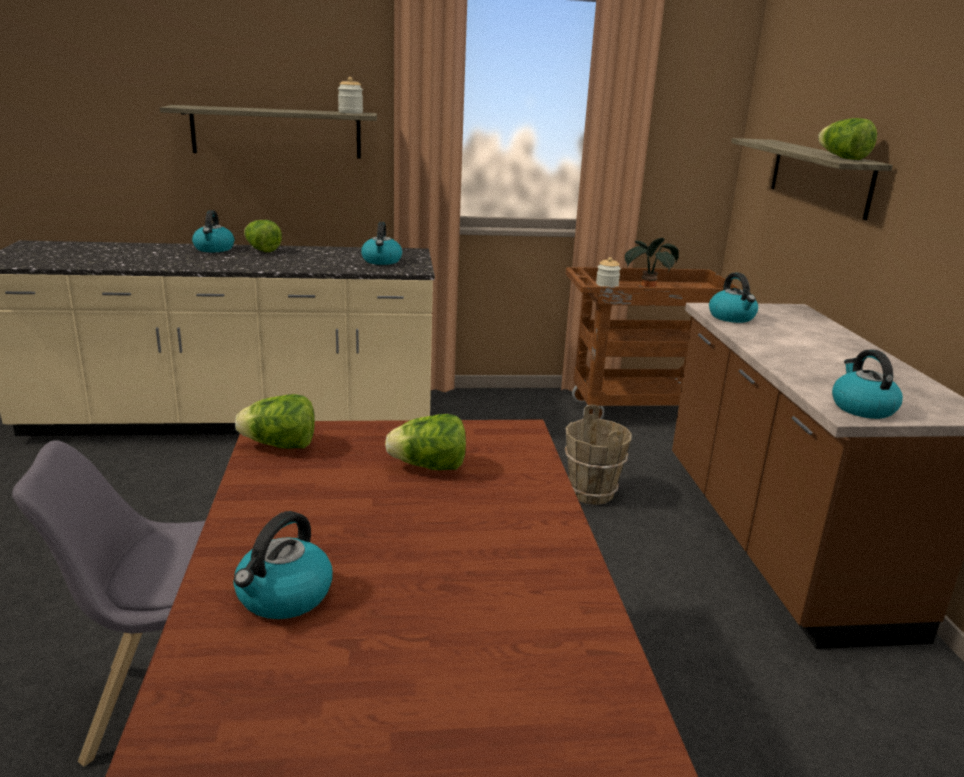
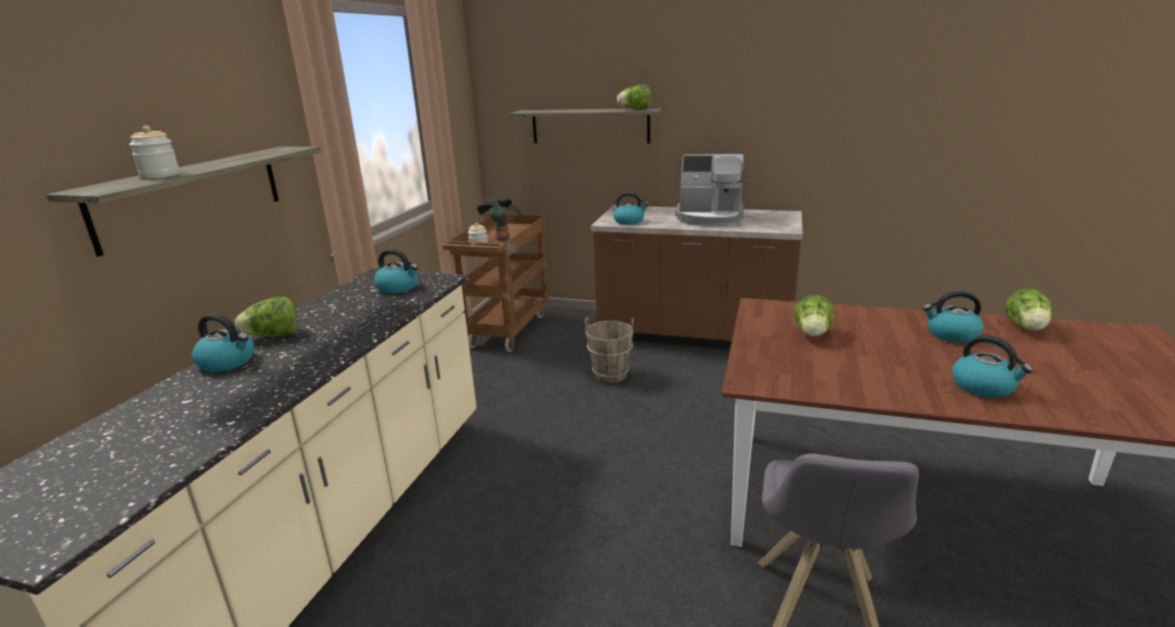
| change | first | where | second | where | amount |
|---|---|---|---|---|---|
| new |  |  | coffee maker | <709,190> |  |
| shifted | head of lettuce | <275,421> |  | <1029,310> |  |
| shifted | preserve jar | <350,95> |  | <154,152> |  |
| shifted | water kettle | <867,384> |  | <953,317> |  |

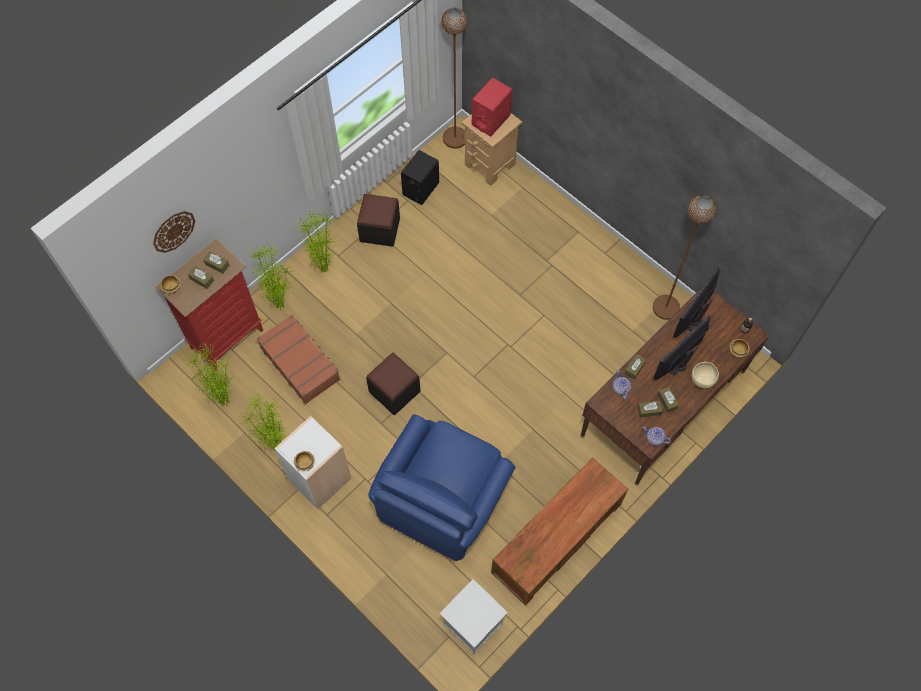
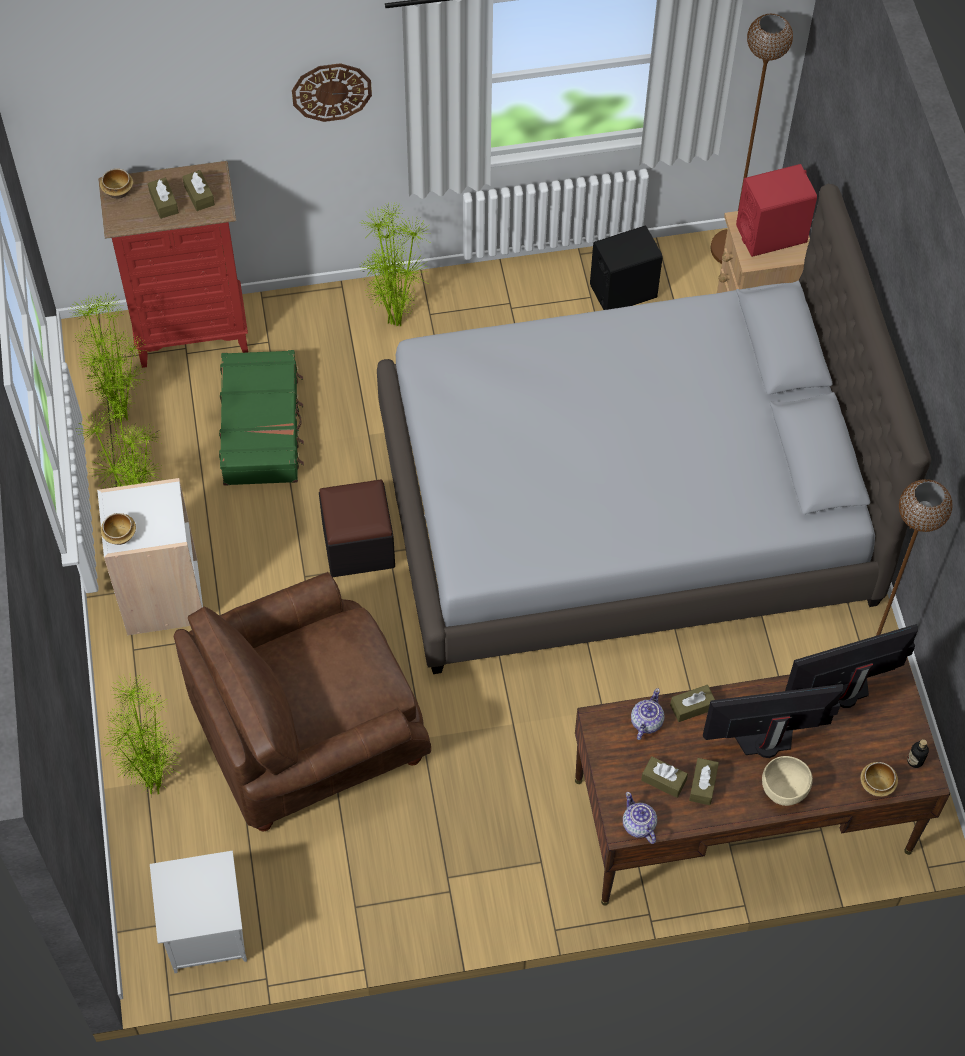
| change | first | where | second | where | amount |
|---|---|---|---|---|---|
| gone | black pouffe | <378,220> |  |  |  |
| gone | brown long seat | <559,531> |  |  |  |
| new |  |  | grey bed | <654,429> |  |
| shifted | hanging clock | <174,232> |  | <332,92> |  |
| shifted | plant in a pot | <270,276> |  | <141,735> |  |
| repainted | brown suitcase | <299,359> | green-coloured suitcase | <261,418> |  |
| repainted | blue-coloured armchair | <442,487> | brown armchair | <302,701> |  |

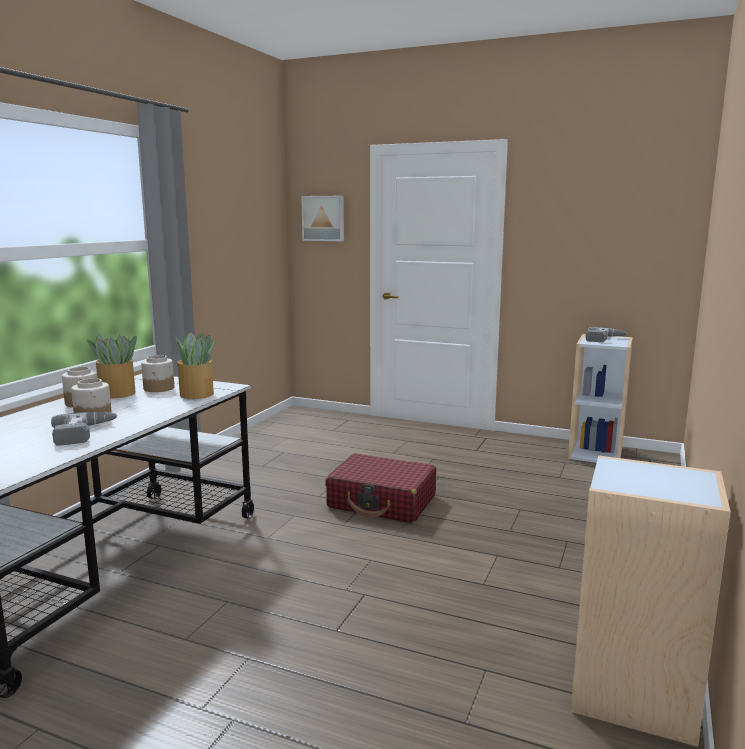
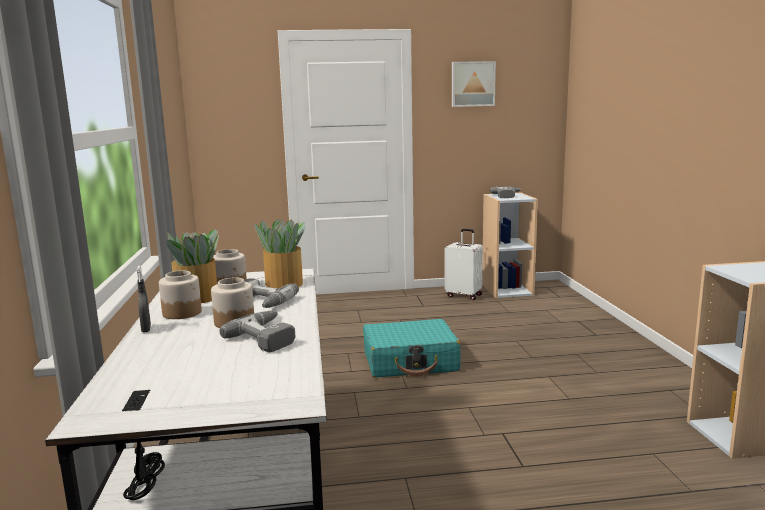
| change | first | where | second | where | amount |
|---|---|---|---|---|---|
| new |  |  | grey spray bottle | <143,299> |  |
| new |  |  | electric drill | <271,293> |  |
| new |  |  | white-coloured suitcase | <464,264> |  |
| shifted | picture | <322,218> |  | <474,84> |  |
| repainted | reddish suitcase | <380,488> | turquoise-coloured suitcase | <412,348> |  |

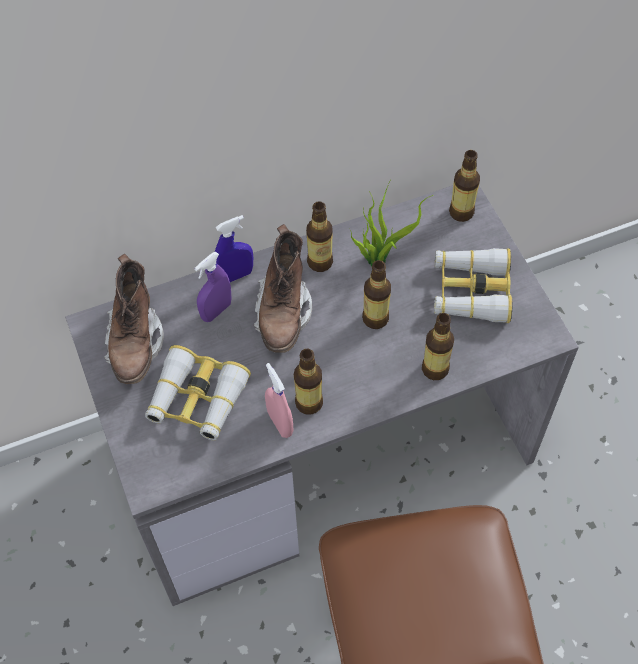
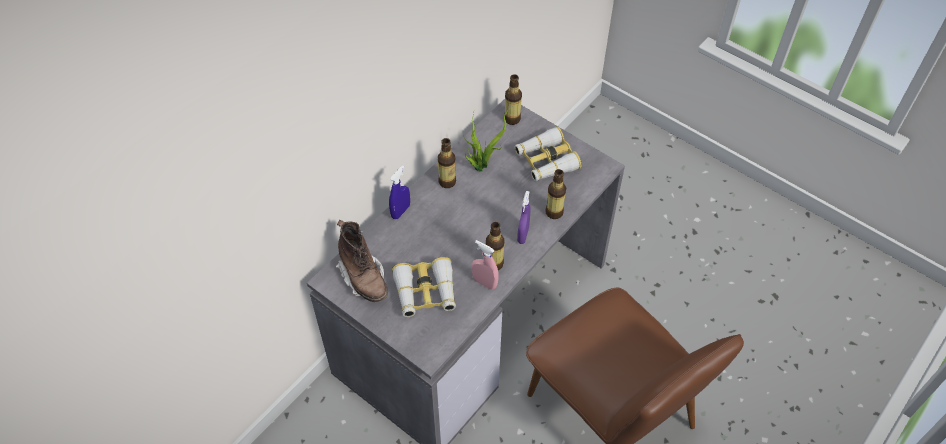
| change | first | where | second | where | amount |
|---|---|---|---|---|---|
| gone | brown high-top boot | <283,288> |  |  |  |
| gone | beverage bottle | <376,294> |  |  |  |
| shifted | purplish spray bottle | <212,287> |  | <523,217> |  |

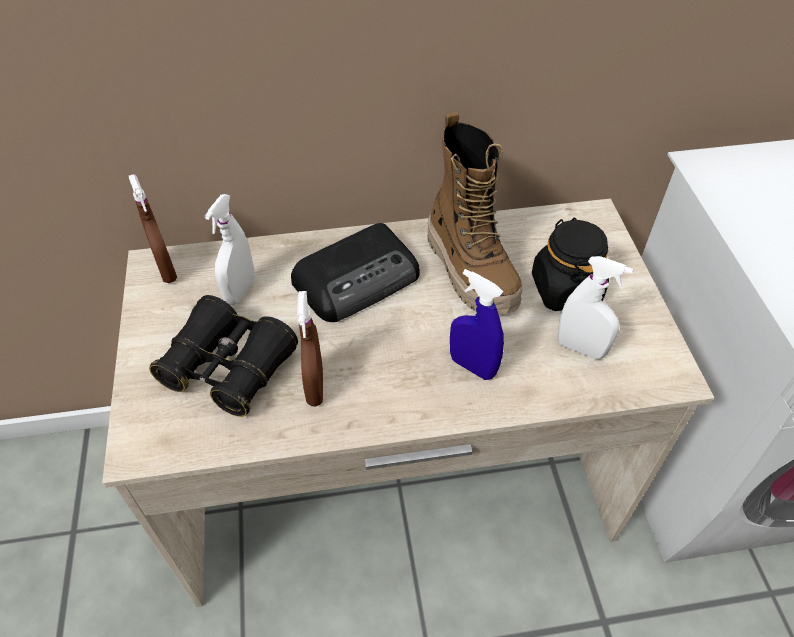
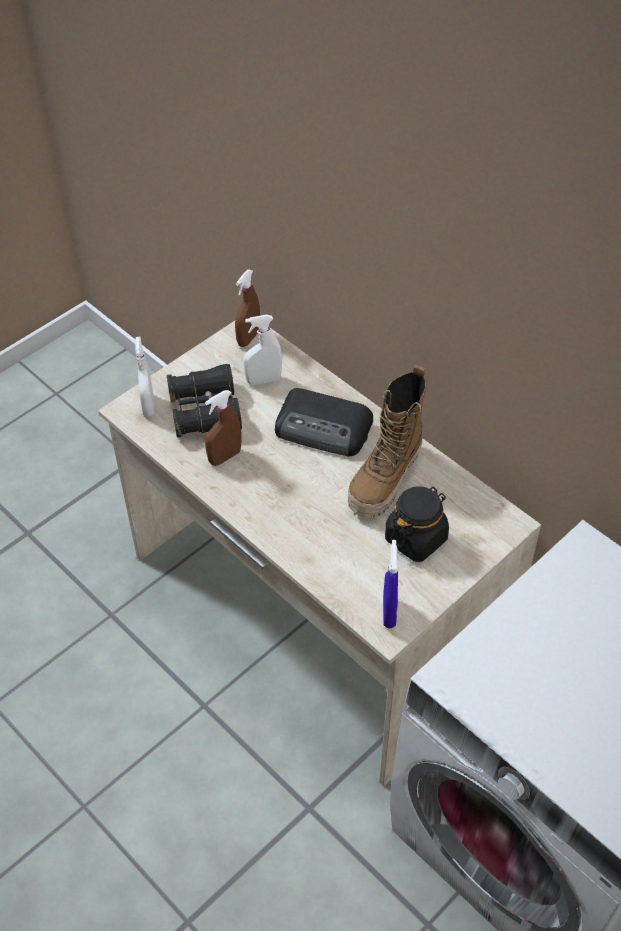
| change | first | where | second | where | amount |
|---|---|---|---|---|---|
| shifted | blue-coloured spray bottle | <477,324> |  | <390,584> |  |
| shifted | white-coloured spray bottle | <595,308> |  | <144,377> |  |

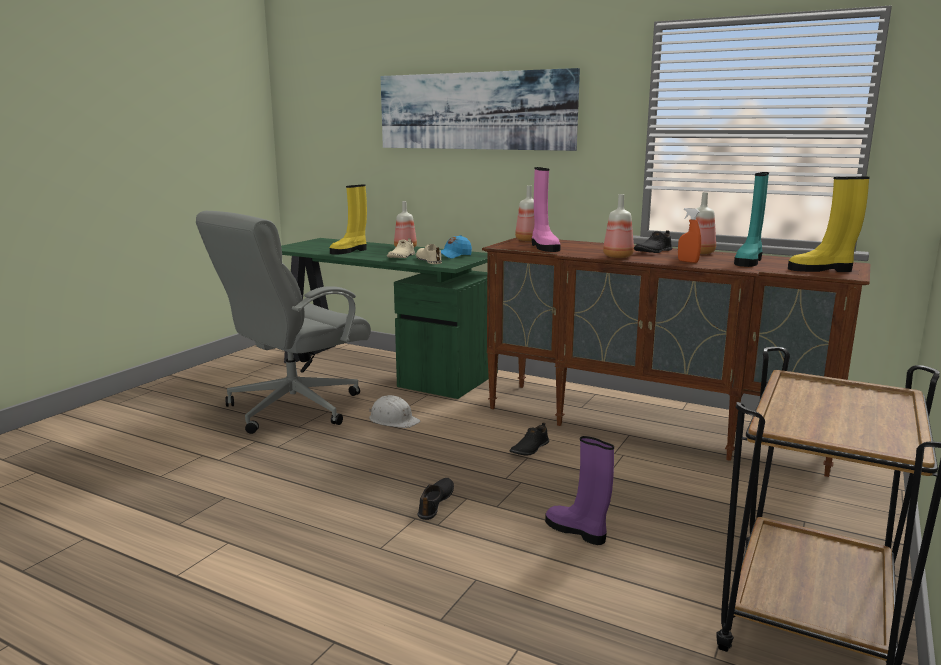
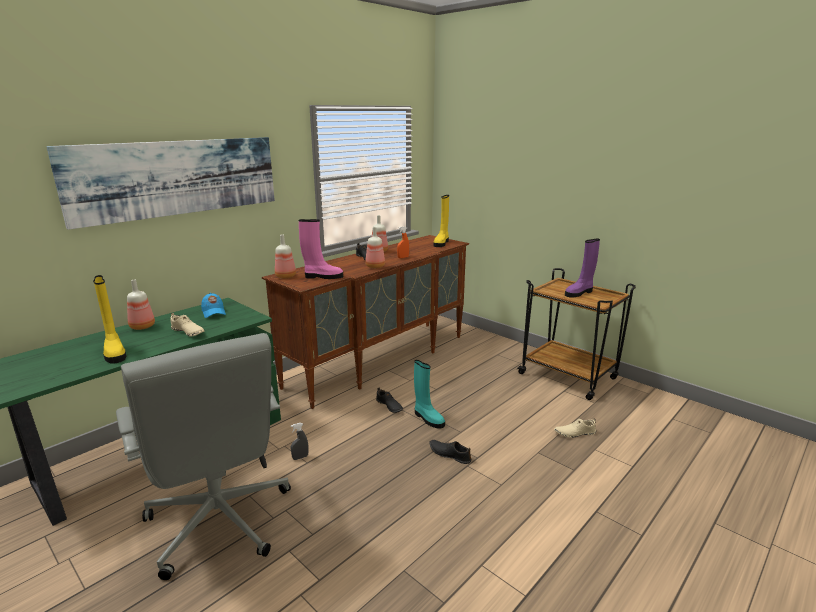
| change | first | where | second | where | amount |
|---|---|---|---|---|---|
| shifted | beige-coloured low shoe | <429,254> |  | <575,428> |  |
| shifted | purplish high-top boot | <579,490> |  | <582,268> |  |
| shifted | turquoise-coloured high-top boot | <751,219> |  | <429,394> |  |
| swapped | white-coloured hard hat | <394,411> | grey spray bottle | <300,441> |  |

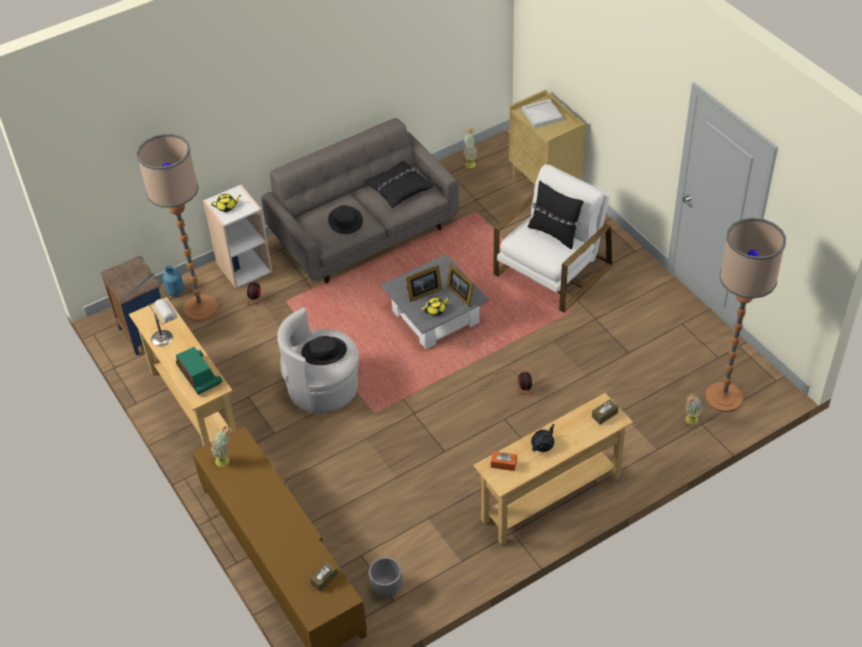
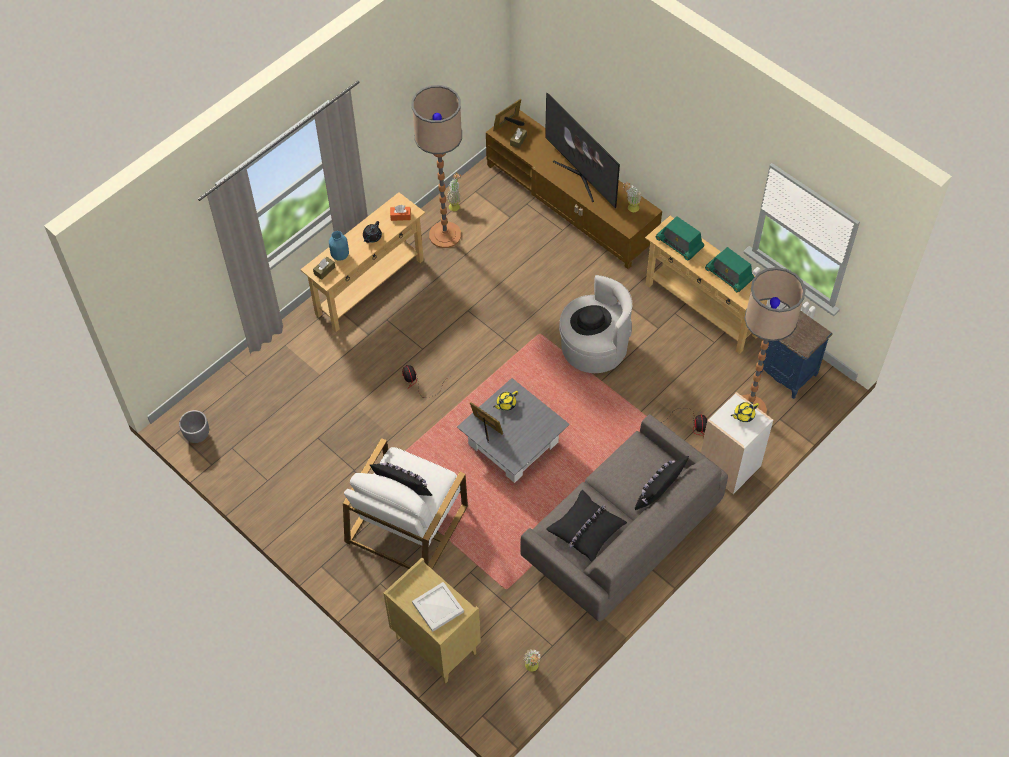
| change | first | where | second | where | amount |
|---|---|---|---|---|---|
| gone | black hat | <345,219> |  |  |  |
| new |  |  | television | <582,150> |  |
| new |  |  | black throw pillow | <662,483> |  |
| shifted | blue-coloured decorative vase | <173,280> |  | <339,246> |  |
| shifted | grey flower pot | <385,577> |  | <194,426> |  |
| shifted | photo frame | <424,283> |  | <509,115> |  |
| shifted | plant in a pot | <694,409> |  | <454,191> |  |
| shifted | floor lamp | <745,315> |  | <437,166> |  |
| swapped | white-coloured tabletop lamp | <163,322> | radio receiver | <729,269> |  |

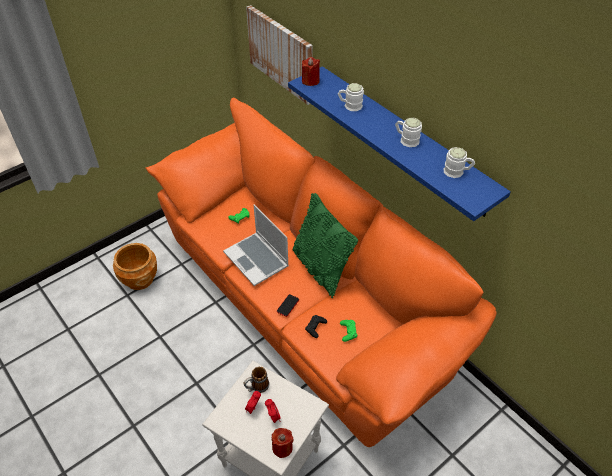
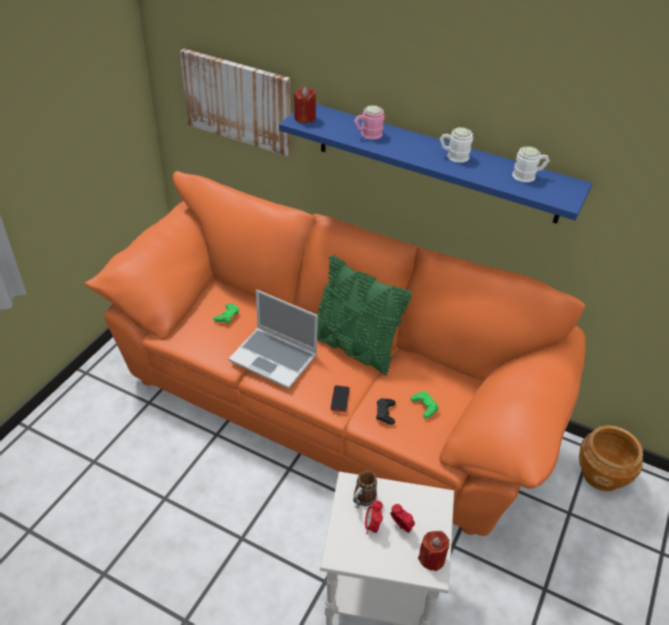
| change | first | where | second | where | amount |
|---|---|---|---|---|---|
| shifted | brown flower pot | <135,266> |  | <611,458> |  |
| repainted | white-coloured mug | <351,97> | pink mug | <369,122> |  |

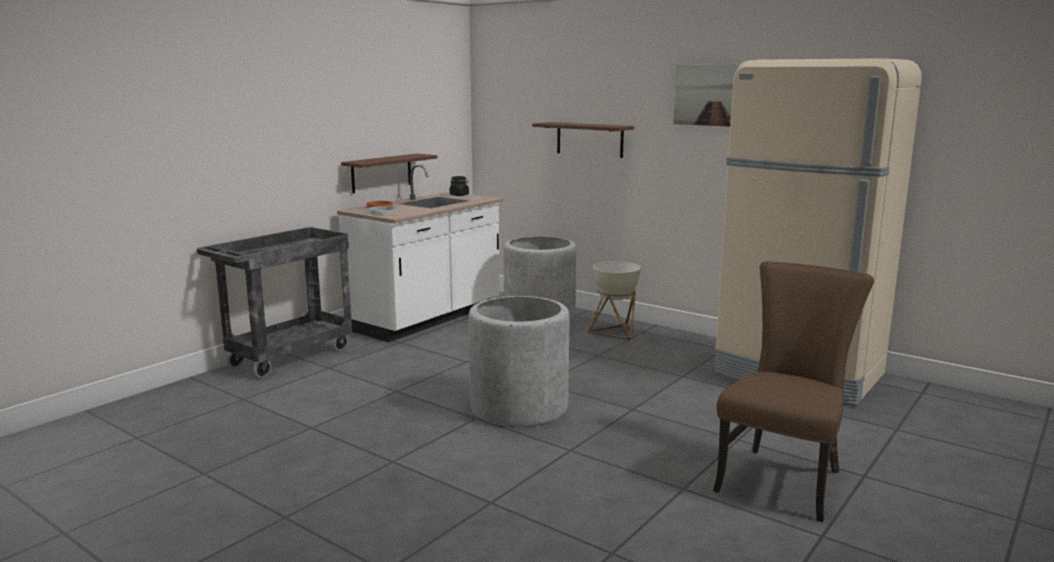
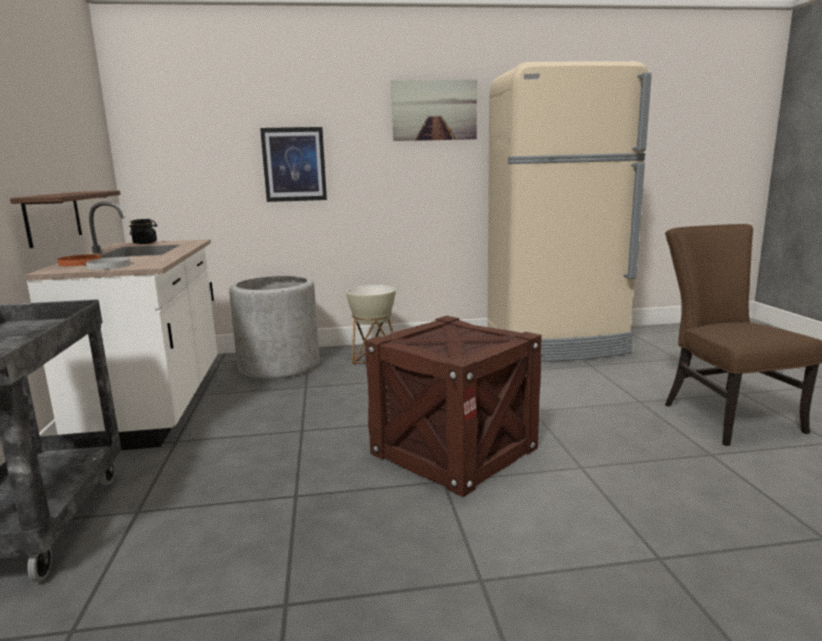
| change | first | where | second | where | amount |
|---|---|---|---|---|---|
| swapped | grey flower pot | <519,361> | shipping crate | <453,406> |  |
| swapped | brown bracket shelf | <583,140> | picture | <293,164> |  |

